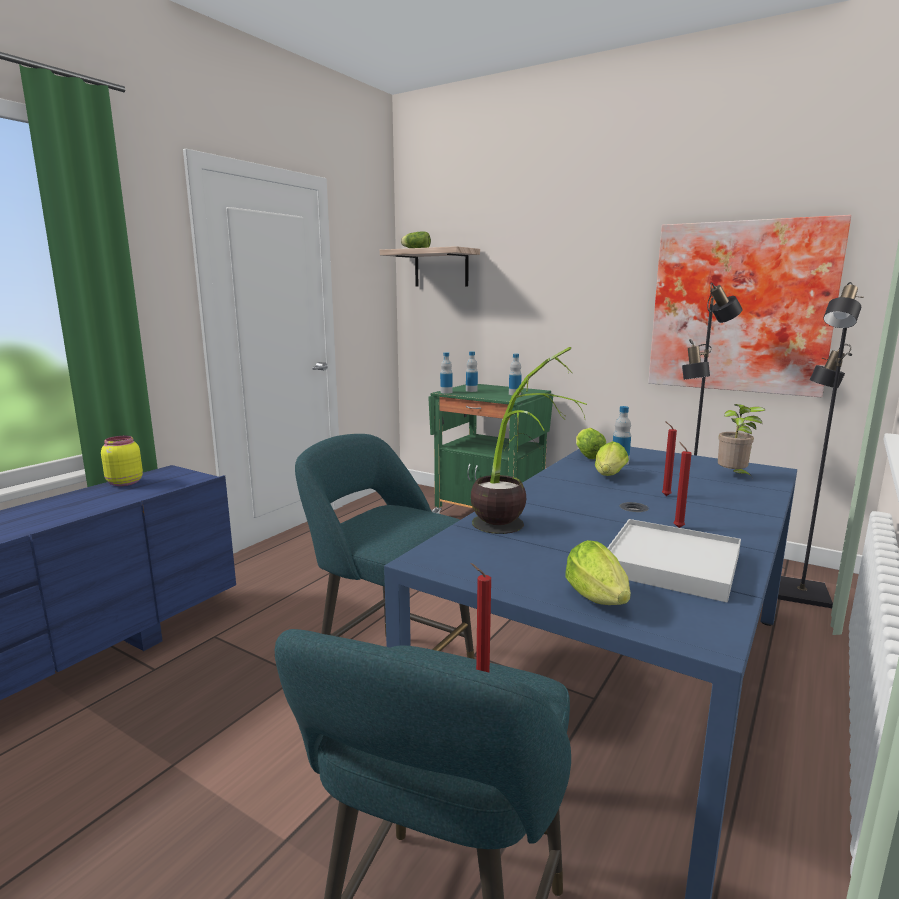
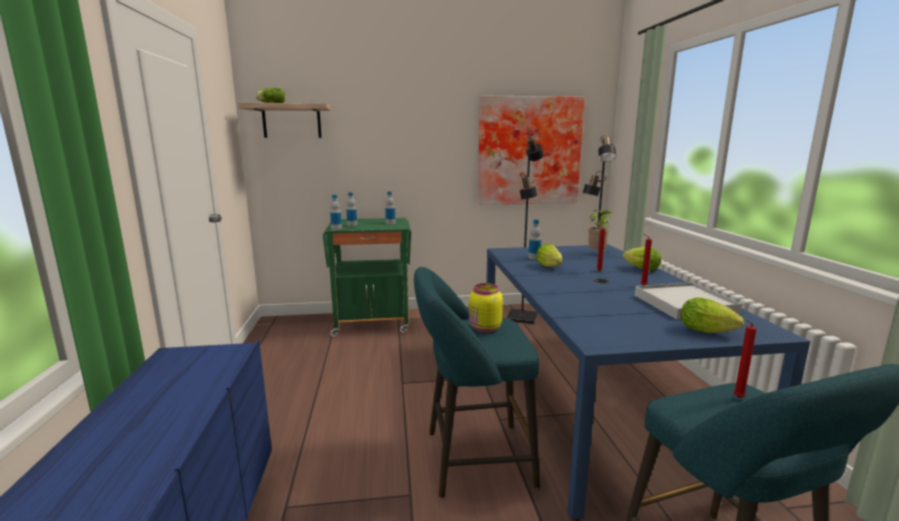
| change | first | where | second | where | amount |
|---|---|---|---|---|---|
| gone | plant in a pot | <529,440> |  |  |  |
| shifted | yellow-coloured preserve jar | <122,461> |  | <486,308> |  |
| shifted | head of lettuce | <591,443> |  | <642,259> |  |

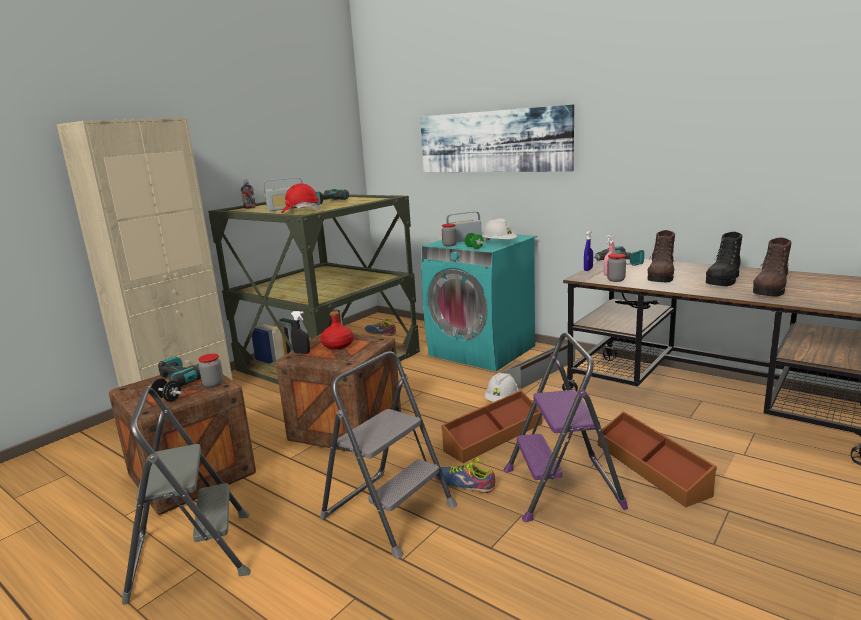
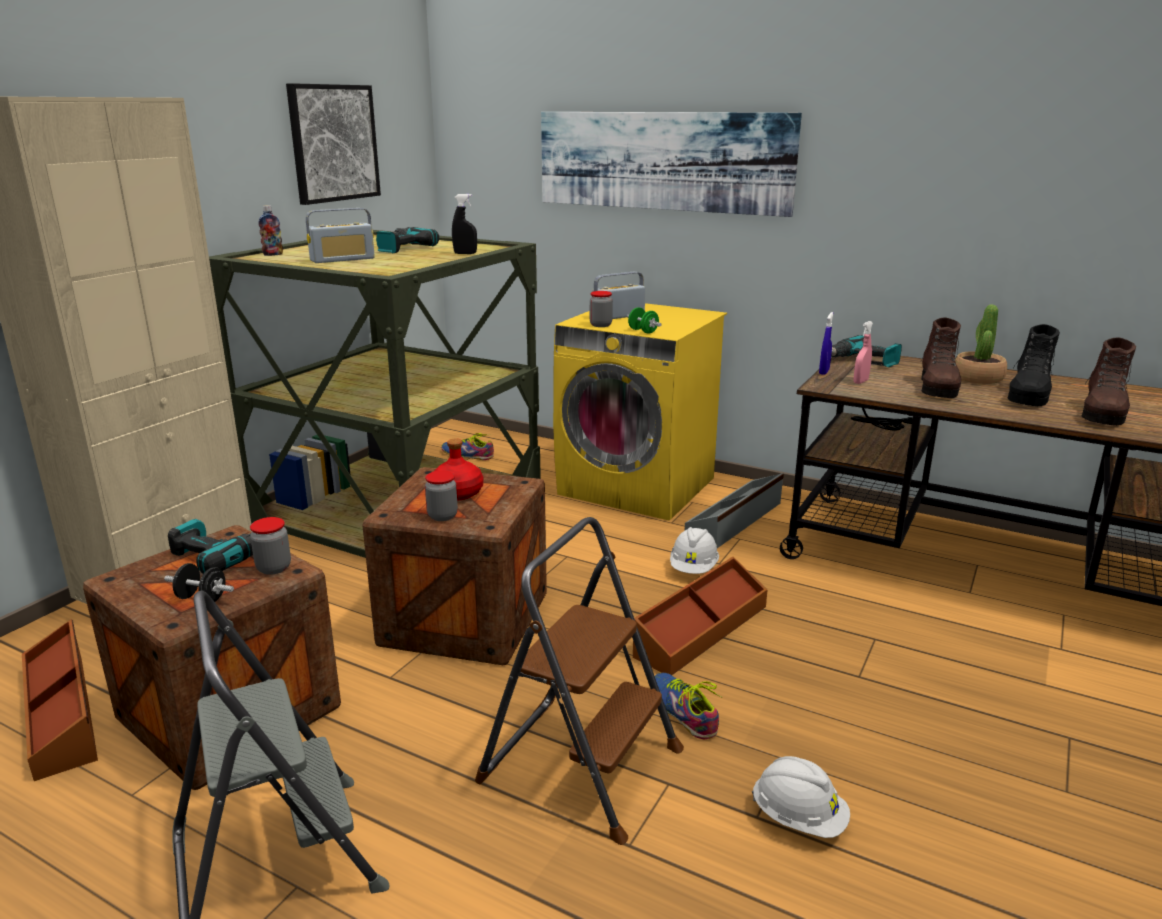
| change | first | where | second | where | amount |
|---|---|---|---|---|---|
| gone | reddish hard hat | <301,198> |  |  |  |
| gone | purplish step stool | <566,427> |  |  |  |
| new |  |  | picture | <333,144> |  |
| new |  |  | plant in a pot | <981,344> |  |
| shifted | black spray bottle | <300,332> |  | <464,224> |  |
| shifted | white-coloured hard hat | <499,230> |  | <801,797> |  |
| shifted | brown storage box | <657,459> |  | <60,700> |  |
| shifted | preserve jar | <616,268> |  | <441,496> |  |
| repainted | grey step stool | <388,455> | brown step stool | <579,681> |  |
| repainted | turquoise-coloured laundry appliance | <479,301> | yellow-coloured laundry appliance | <640,412> |  |
| rotated | low shoe | <465,475> |  | <688,706> | 45 degrees clockwise |

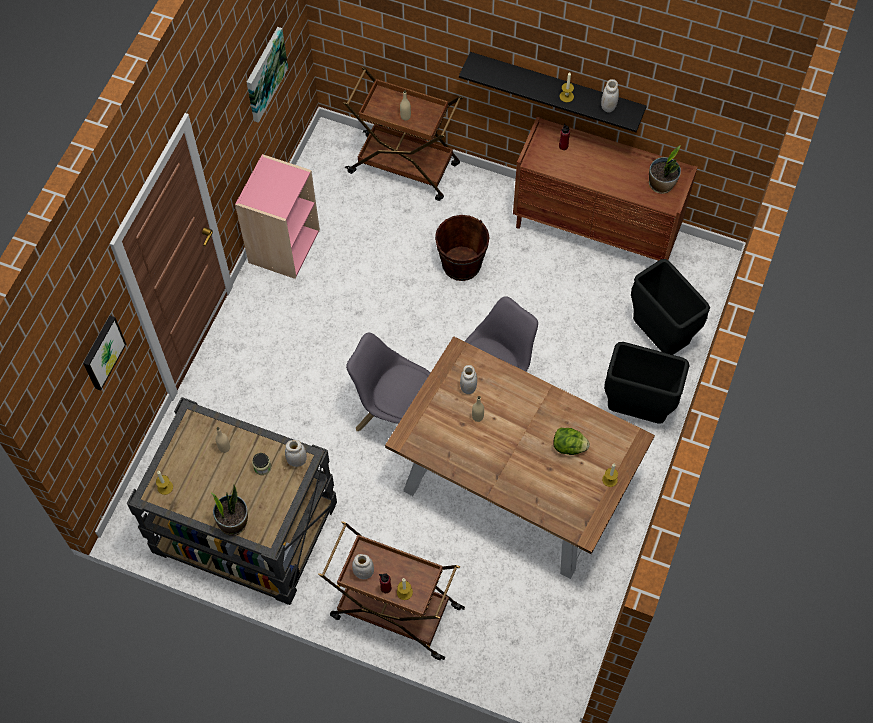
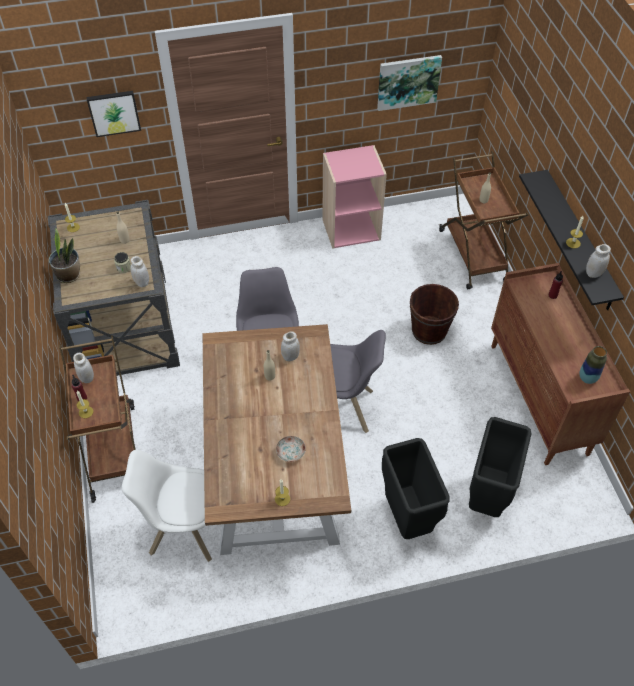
| change | first | where | second | where | amount |
|---|---|---|---|---|---|
| new |  |  | white-coloured upright chair | <167,506> |  |
| swapped | head of lettuce | <571,441> | dinner plate | <291,449> |  |
| swapped | plant in a pot | <665,169> | decorative vase | <593,365> |  |

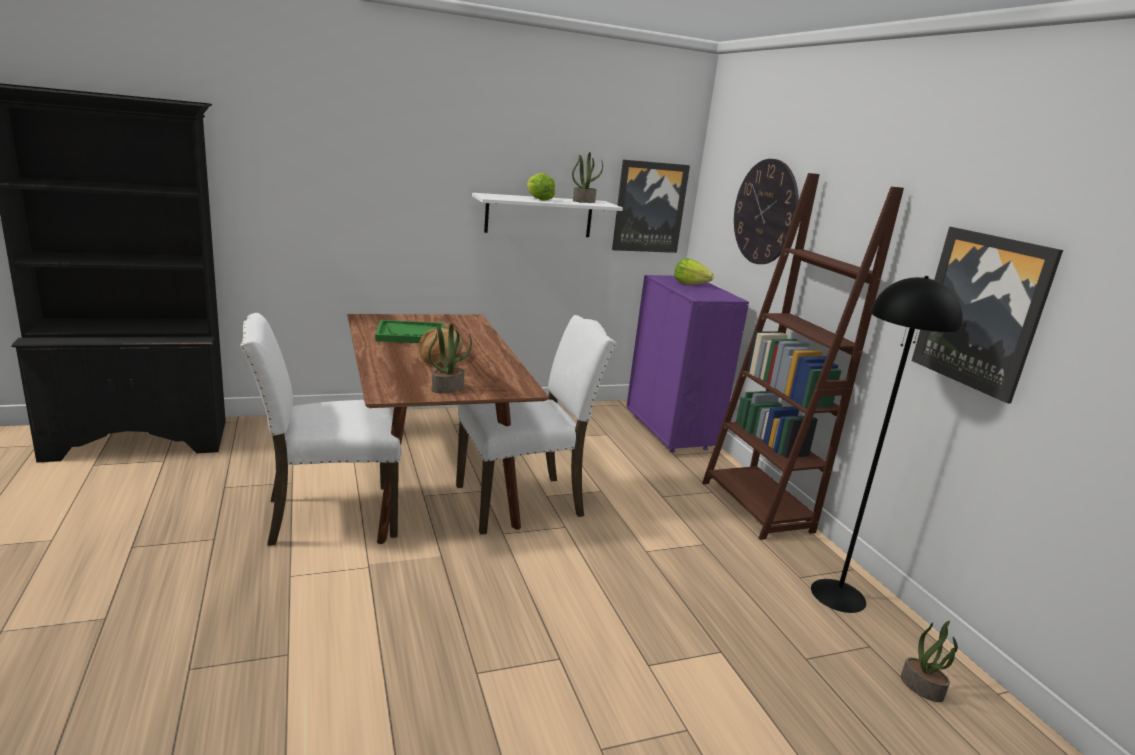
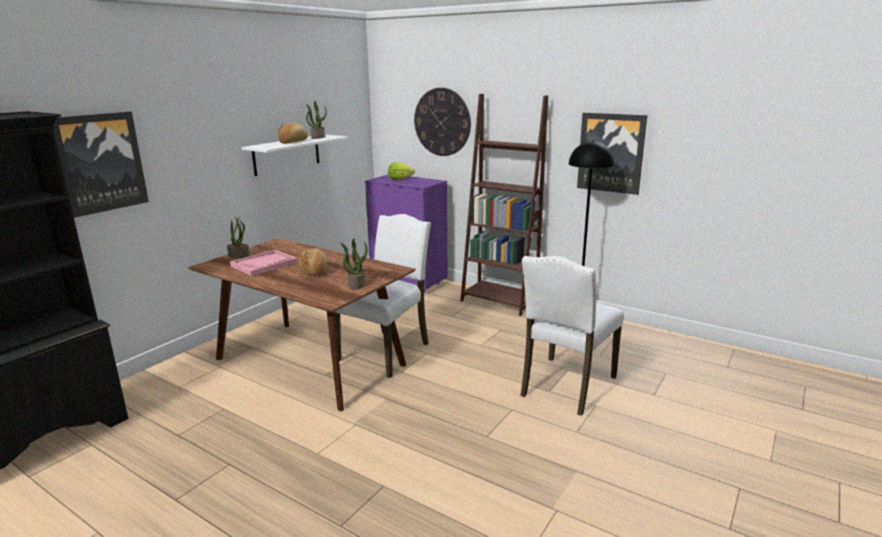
| change | first | where | second | where | amount |
|---|---|---|---|---|---|
| shifted | white-coloured upright chair | <320,429> |  | <572,336> |  |
| shifted | picture | <651,206> |  | <101,165> |  |
| shifted | plant in a pot | <929,661> |  | <238,237> |  |
| swapped | head of lettuce | <541,187> | baked bread | <293,133> |  |
| repainted | green-coloured carrying tray | <410,331> | pink carrying tray | <264,263> |  |

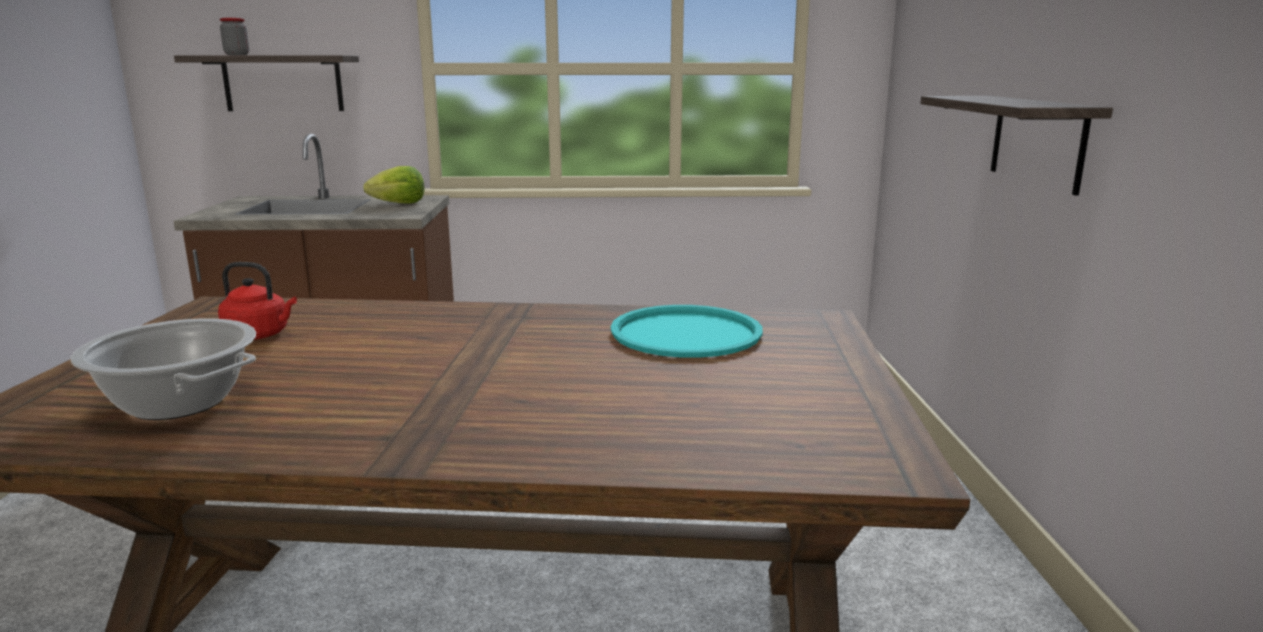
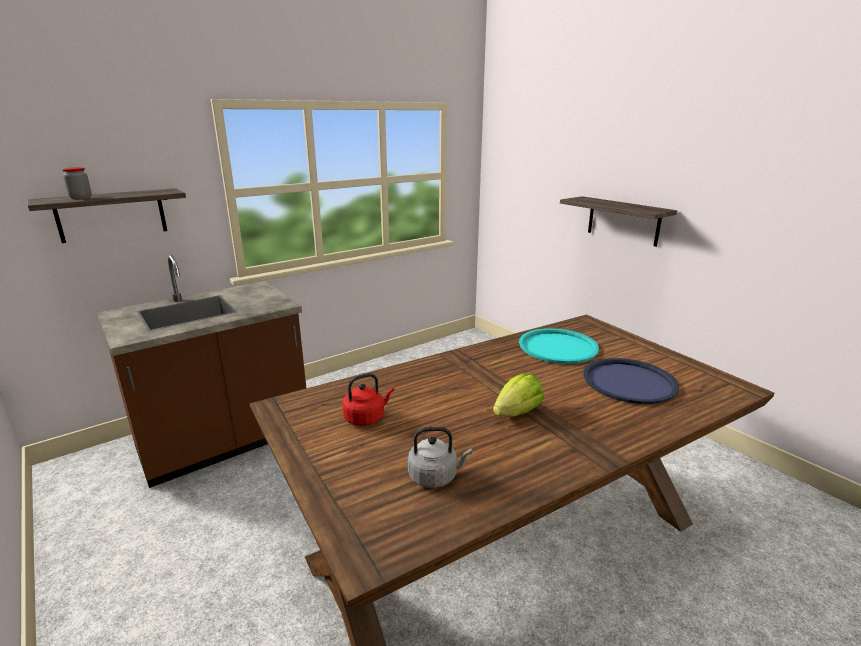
| change | first | where | second | where | amount |
|---|---|---|---|---|---|
| new |  |  | blue-coloured carrying tray | <631,381> |  |
| shifted | head of lettuce | <394,184> |  | <518,395> |  |
| swapped | stockpot | <163,369> | grey water kettle | <440,457> |  |

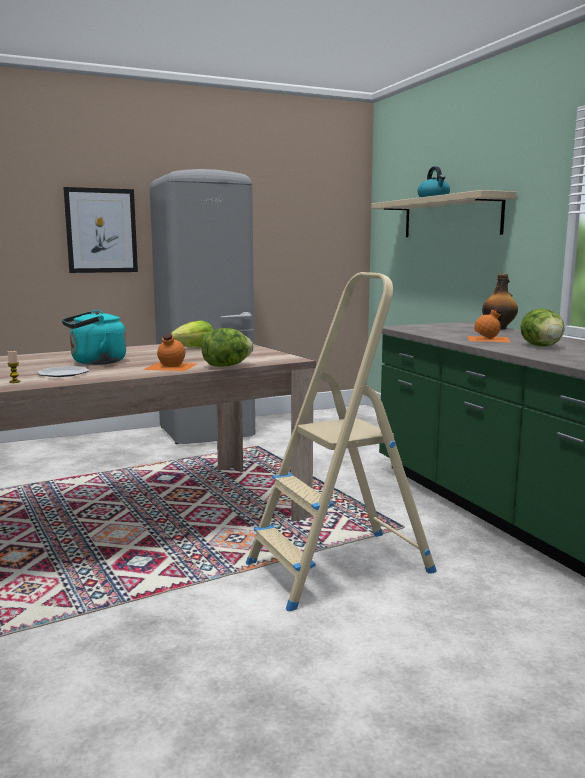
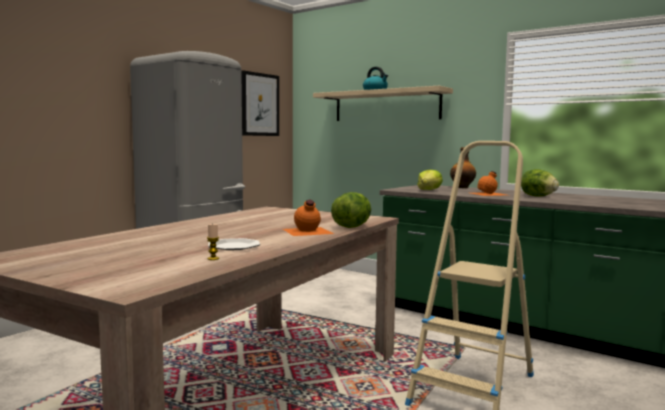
| change | first | where | second | where | amount |
|---|---|---|---|---|---|
| gone | turquoise-coloured water kettle | <94,337> |  |  |  |
| shifted | picture | <100,230> |  | <260,103> |  |
| shifted | head of lettuce | <191,334> |  | <430,180> |  |

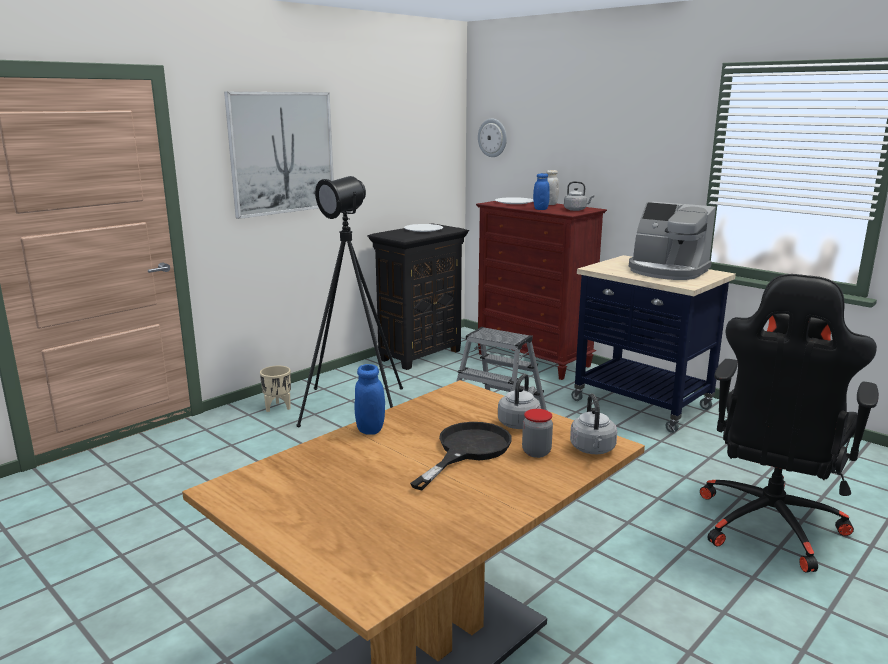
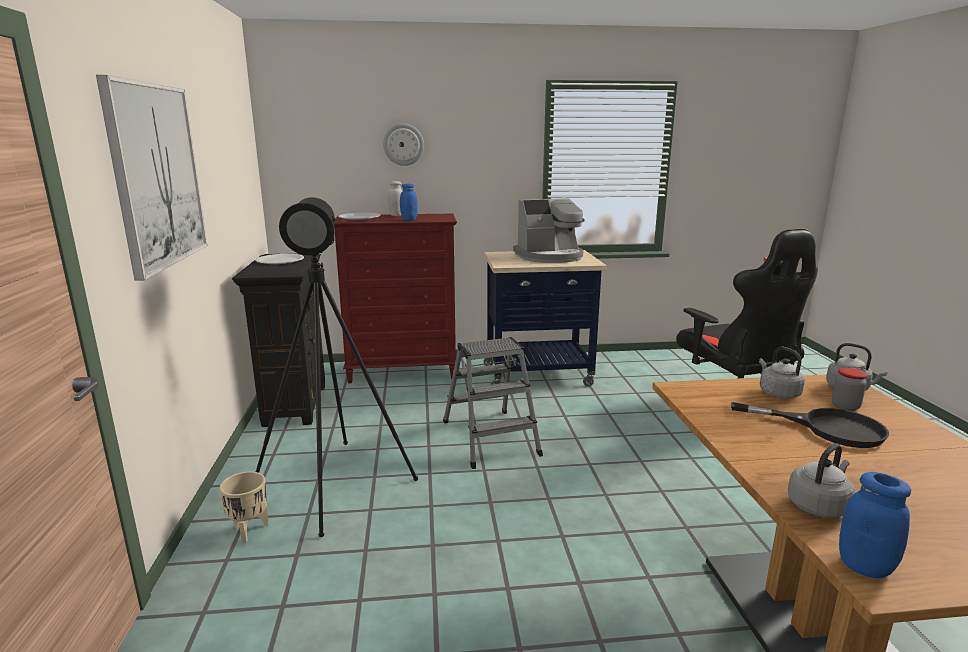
| change | first | where | second | where | amount |
|---|---|---|---|---|---|
| shifted | blue-coloured preserve jar | <369,399> |  | <875,525> |  |
| shifted | hanging clock | <492,138> |  | <403,144> |  |
| shifted | grey water kettle | <579,196> |  | <821,480> |  |
| rotated | black pan | <461,456> |  | <810,425> | 135 degrees clockwise |

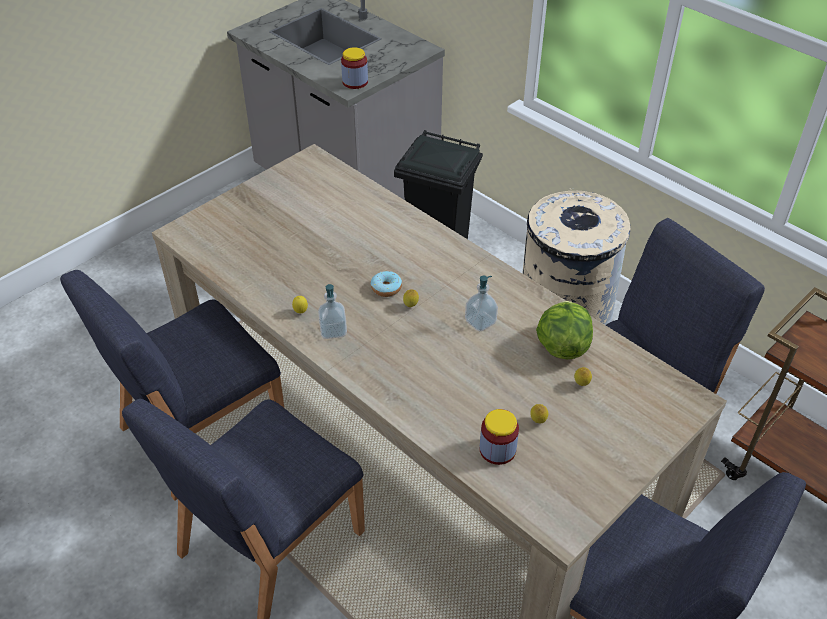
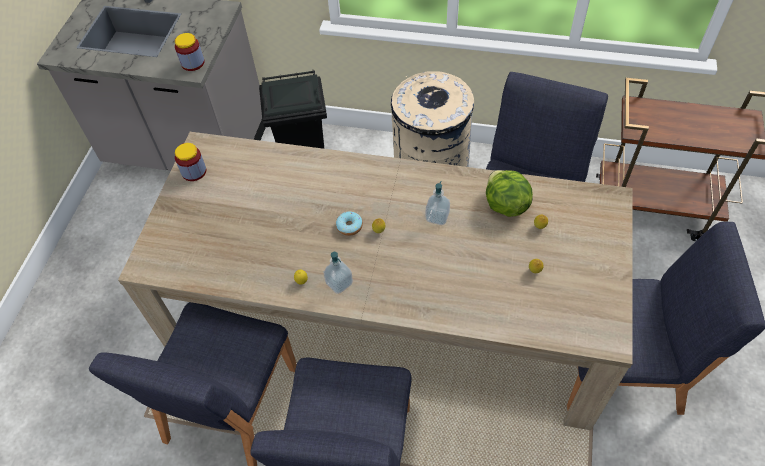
| change | first | where | second | where | amount |
|---|---|---|---|---|---|
| shifted | preserve jar | <499,437> |  | <190,162> |  |

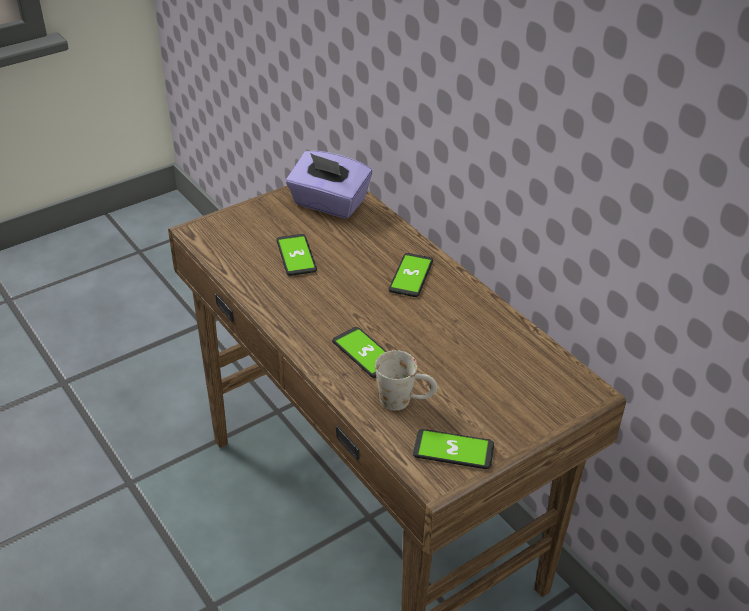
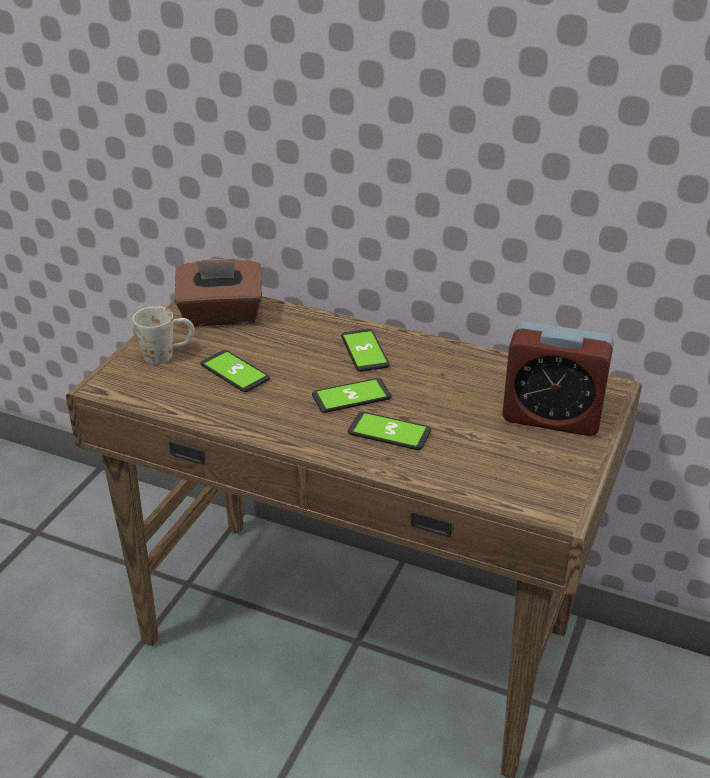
| change | first | where | second | where | amount |
|---|---|---|---|---|---|
| new |  |  | bedside clock | <558,378> |  |
| shifted | white-coloured mug | <406,380> |  | <164,335> |  |
| shifted | phone | <453,449> |  | <352,395> |  |
| repainted | purplish box of tissues | <329,185> | brown box of tissues | <218,293> |  |

